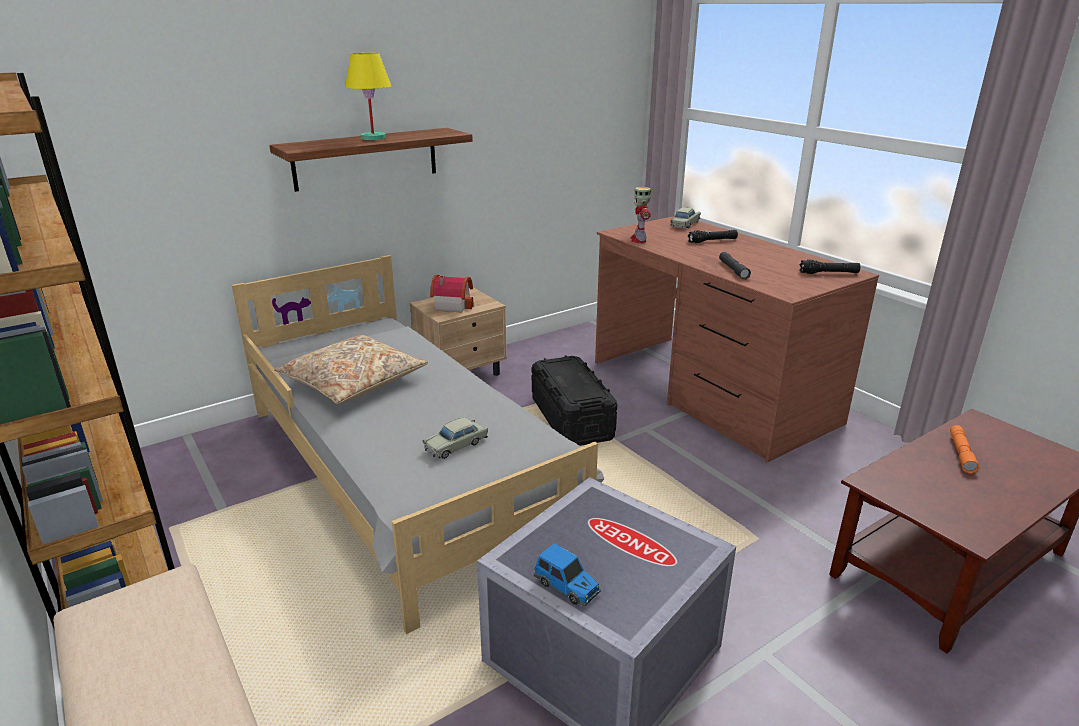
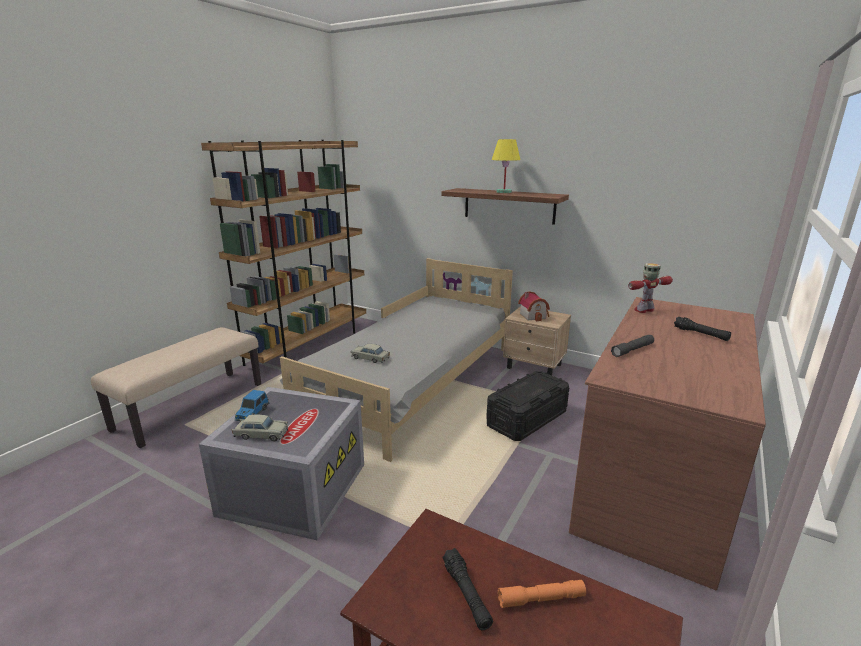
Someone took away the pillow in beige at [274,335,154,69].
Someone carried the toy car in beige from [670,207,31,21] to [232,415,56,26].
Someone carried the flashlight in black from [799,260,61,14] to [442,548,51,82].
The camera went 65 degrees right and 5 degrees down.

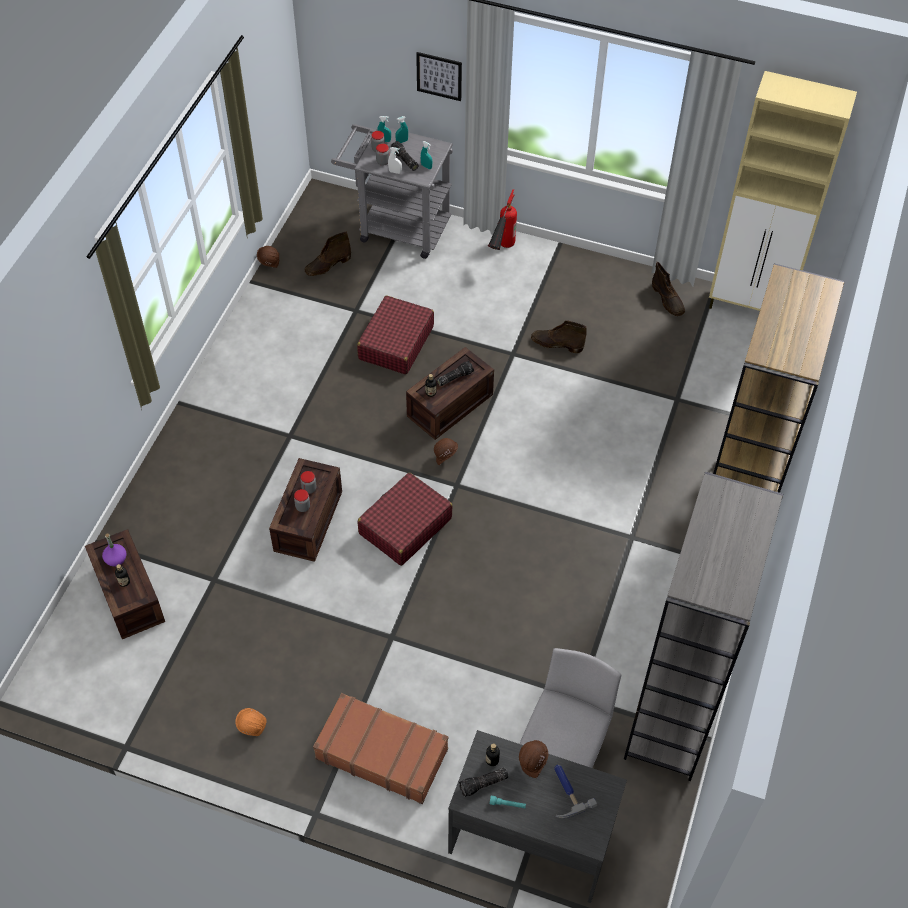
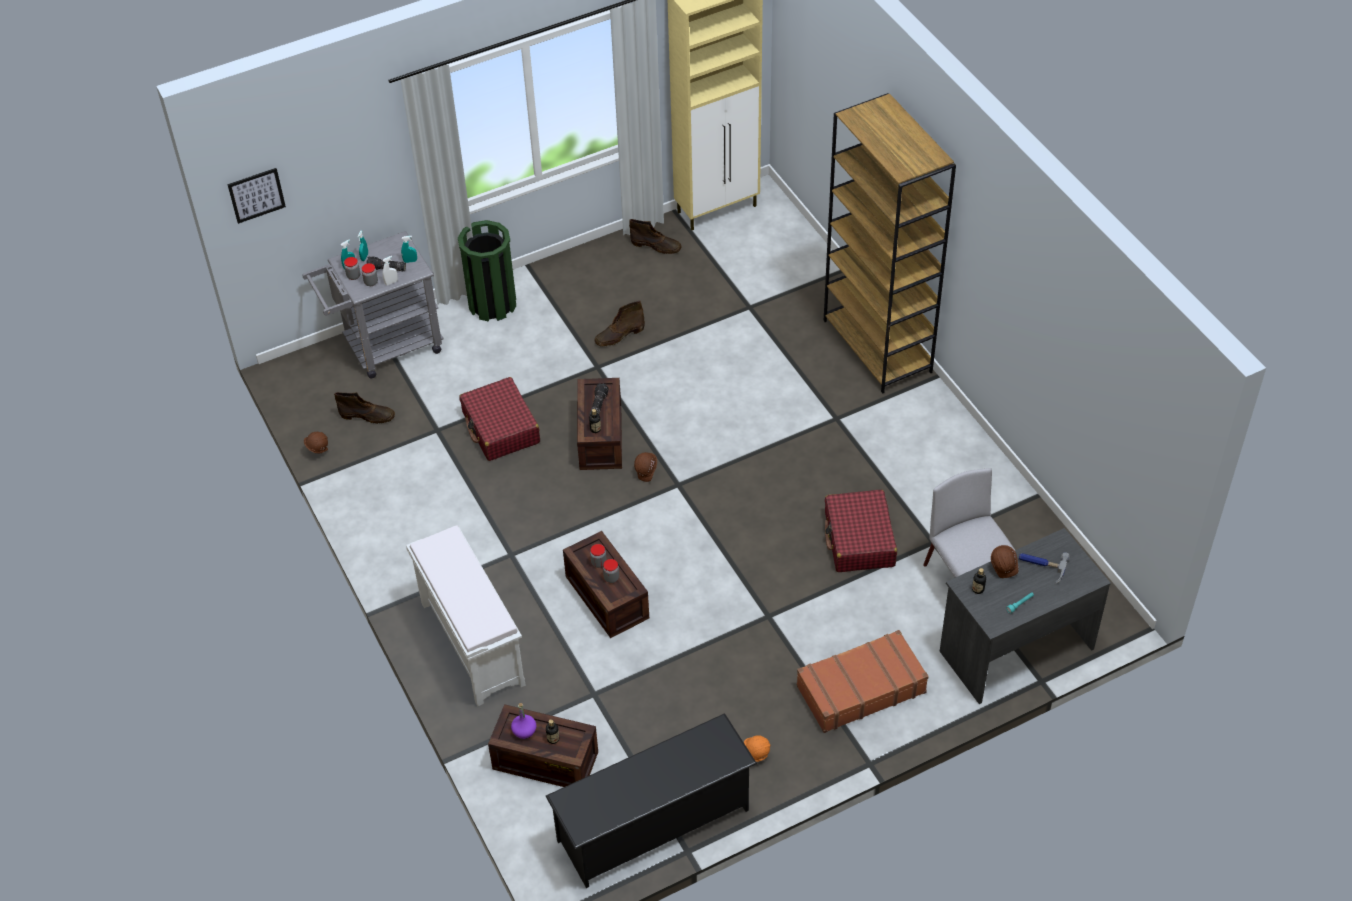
Someone took away the flashlight at [459,768,50,29].
Someone took away the bookcase in grey at [624,472,159,309].
Someone put down the bench in white at [406,525,120,181].
Someone put down the shoe rack in black at [546,713,211,175].
Someone carried the suitcase in red from [358,472,95,94] to [825,490,72,82].
Someone carried the picture from [416,52,46,49] to [227,168,59,56].
Someone swapped the fire extinguisher at [488,189,29,61] for the trash can in green at [458,220,58,101].
Someone rotated the boot in brown at [305,232,46,44] by 90 degrees counterclockwise.
The camera went 45 degrees left and 5 degrees down.

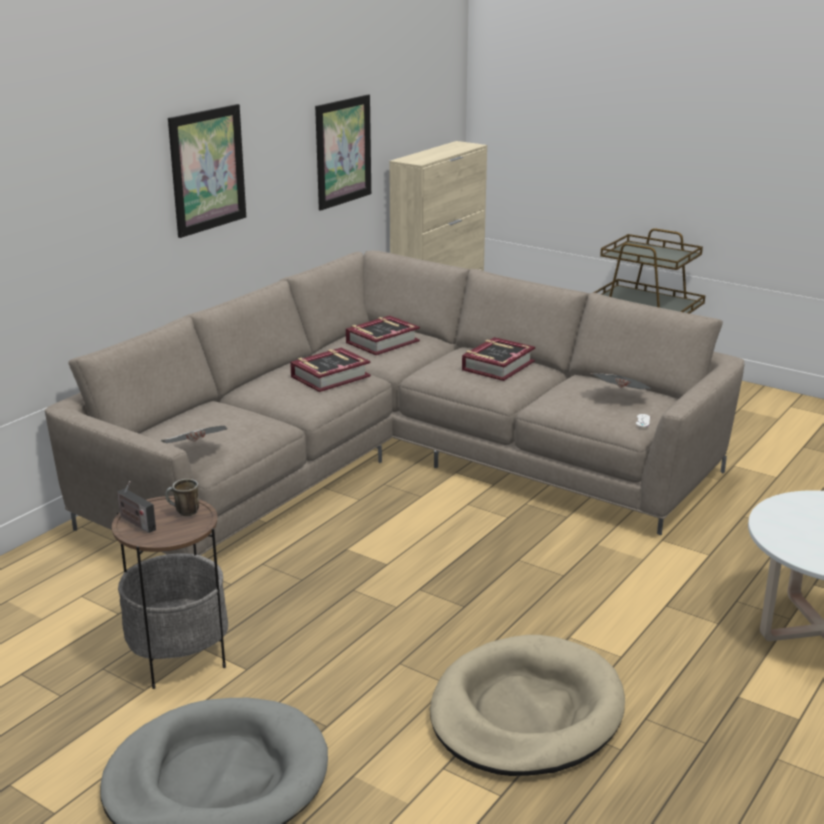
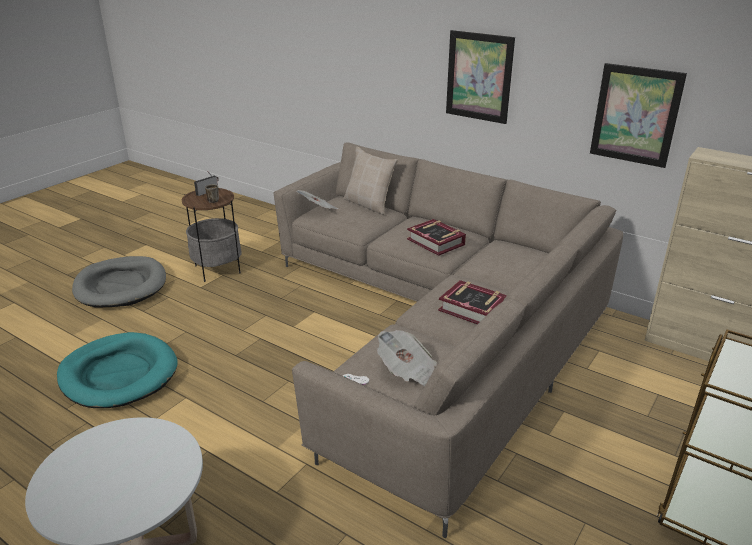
Someone took away the book at [346,316,74,39].
Someone put down the pillow in beige at [343,146,55,69].
Someone repainted the dog bed in beige at [430,635,195,141], which became the dog bed in turquoise at [57,332,121,76].
The camera went 90 degrees right and 5 degrees up.

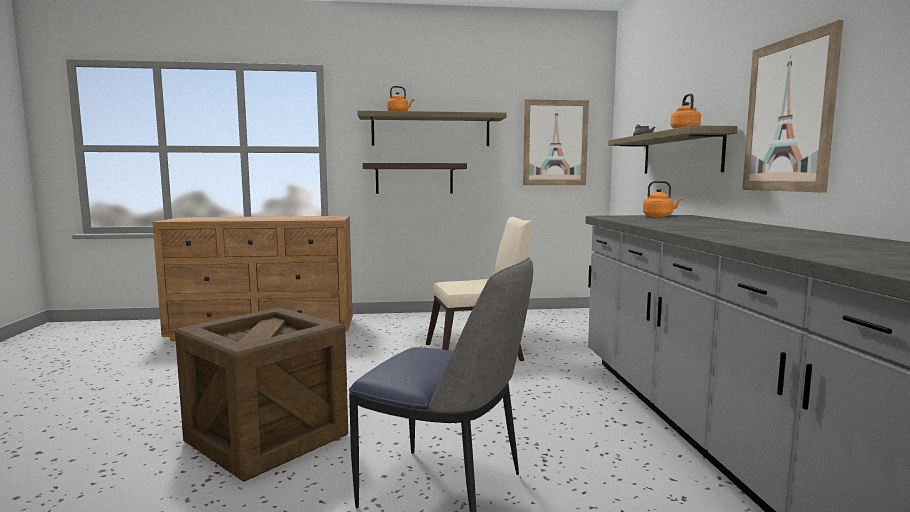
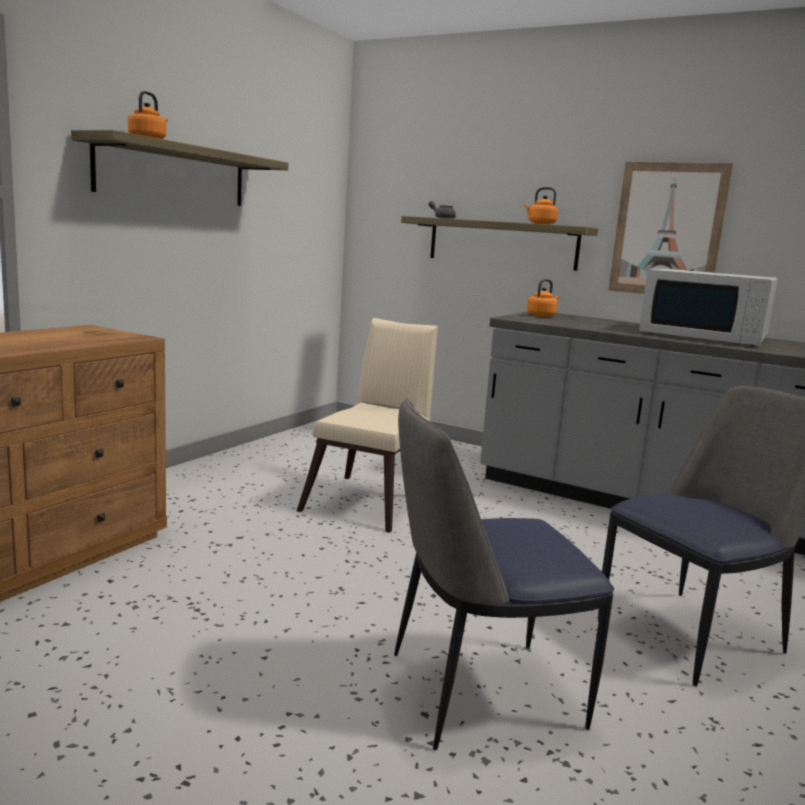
Someone took away the shelf at [363,163,104,31].
Someone took away the picture at [523,99,66,86].
Someone put down the microwave in white at [639,269,139,77].
Someone swapped the crate at [175,307,173,175] for the chair at [394,399,220,351].
The camera went 55 degrees left and 5 degrees up.

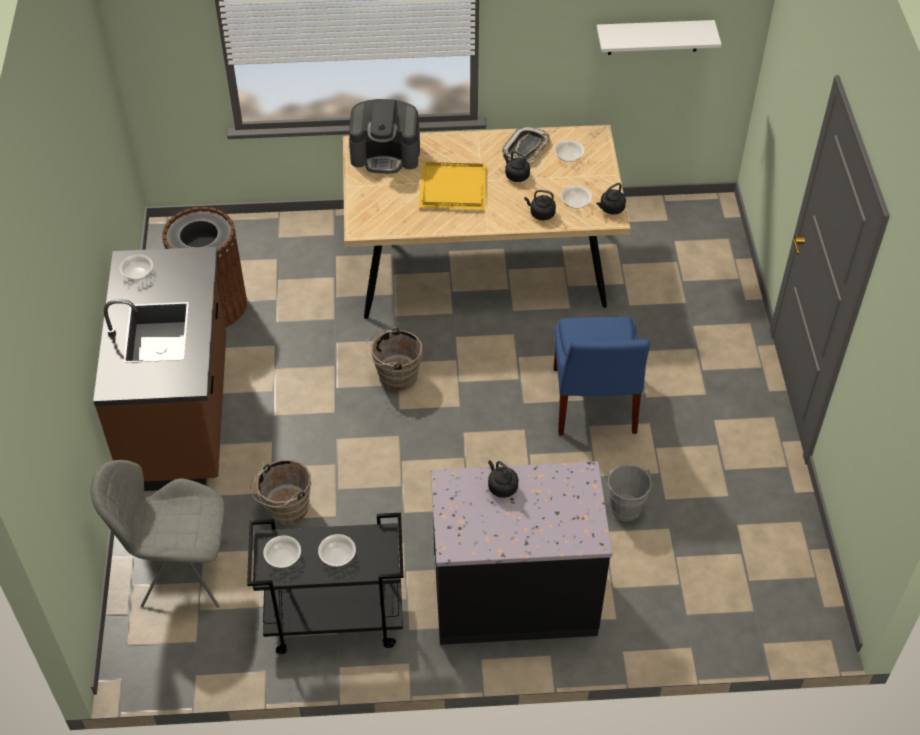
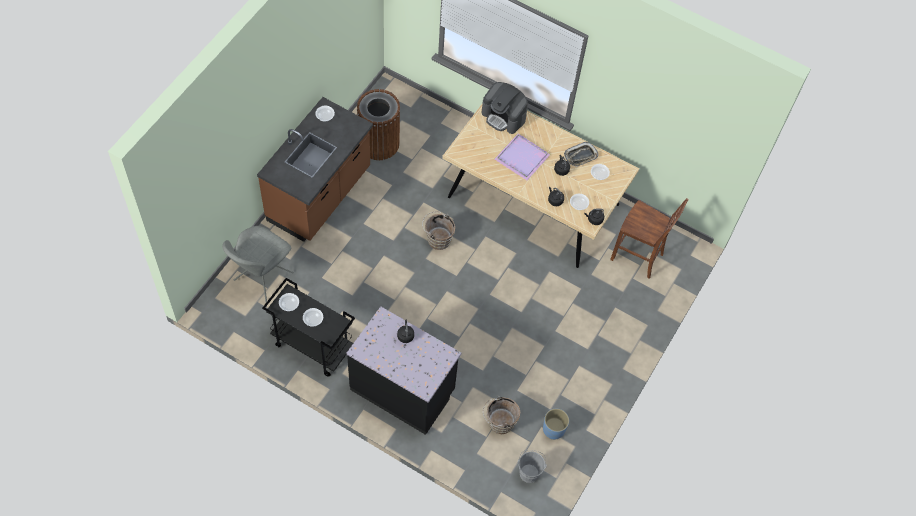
Someone took away the chair in blue at [553,317,97,118].
Someone took away the shelf in white at [597,20,125,35].
Someone put down the planter in blue at [543,409,26,31].
Someone put down the chair in brown at [610,198,78,80].
Someone carried the bucket in brown from [250,459,61,66] to [483,396,37,38].
Someone carried the bucket in grey from [603,465,49,56] to [518,450,29,33].
Someone repainted the tray in yellow at [419,162,68,48], which became the tray in purple at [495,133,55,47].
Someone rotated the chair in grey at [91,460,137,148] by 90 degrees counterclockwise.
The camera went 30 degrees right and 10 degrees up.

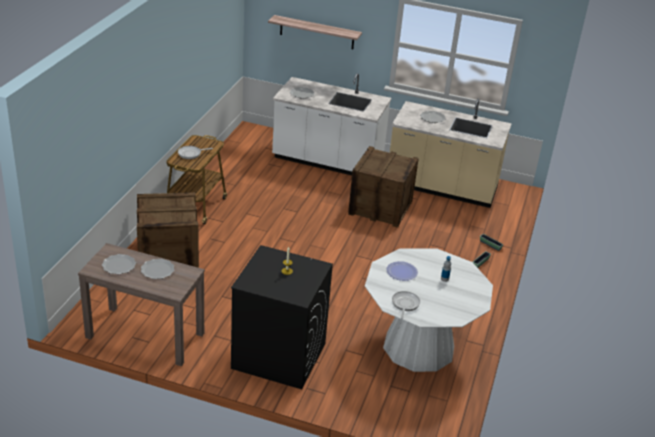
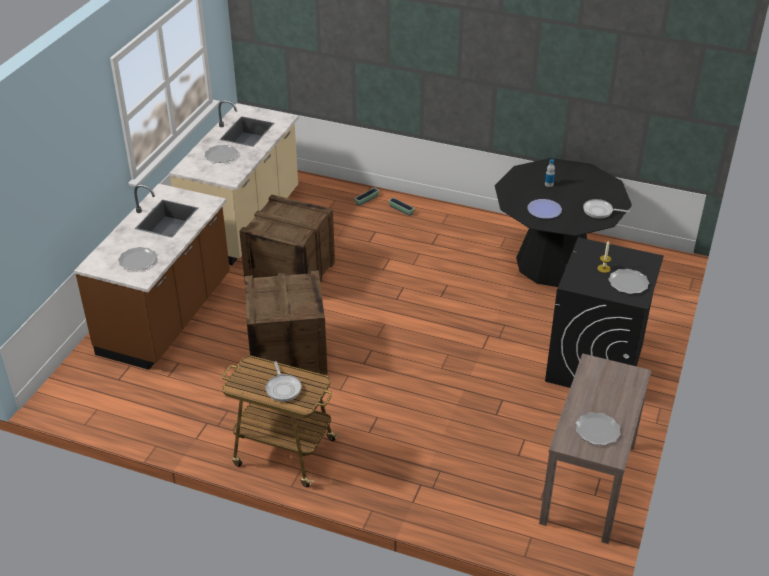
Someone took away the shelf at [268,15,94,34].
Someone carried the crate from [137,192,62,76] to [245,270,83,105].
Someone carried the plate from [141,259,33,20] to [609,269,40,25].
Someone repainted the counter in white at [272,73,119,102], which became the counter in brown at [74,184,156,186].
Someone repainted the dining table in white at [365,249,128,123], which became the dining table in black at [495,158,137,129].
The camera went 85 degrees left and 5 degrees up.

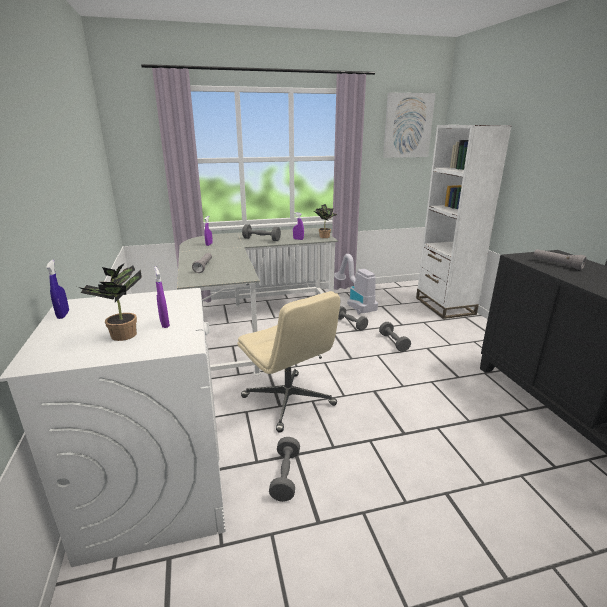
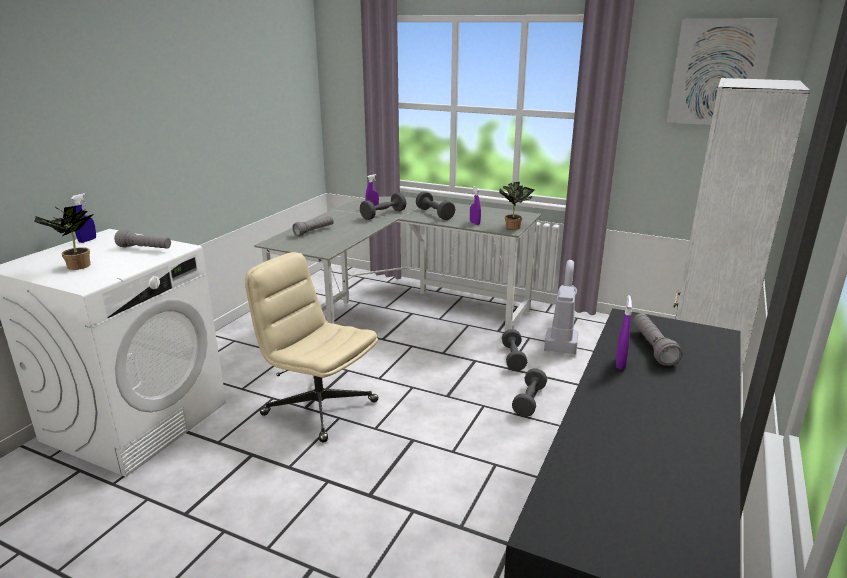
Someone put down the flashlight in grey at [114,229,57,20].
Someone carried the spray bottle in purple from [154,266,16,62] to [616,295,16,75].
Someone carried the dumbbell in grey from [269,437,31,65] to [360,193,46,27].
Someone rotated the office chair in beige at [237,291,103,142] by 120 degrees clockwise.
The camera went 40 degrees right and 0 degrees up.

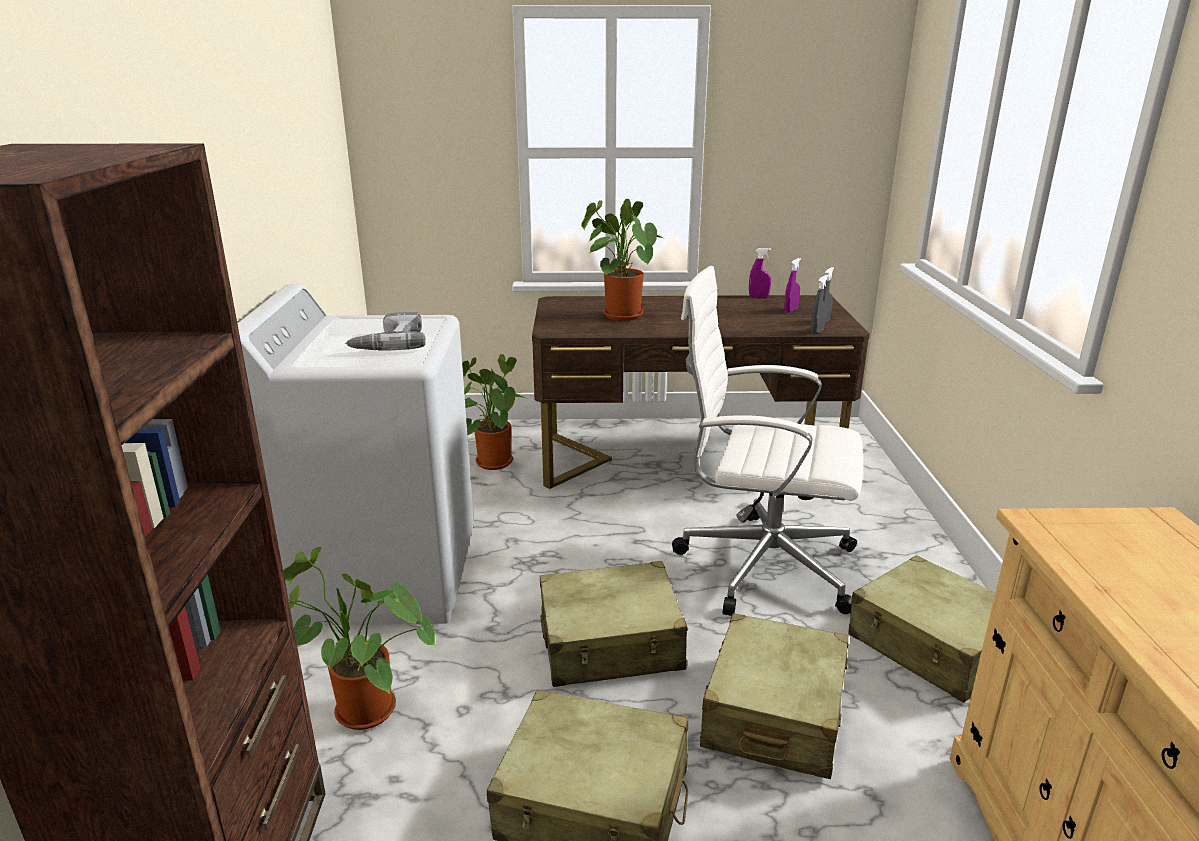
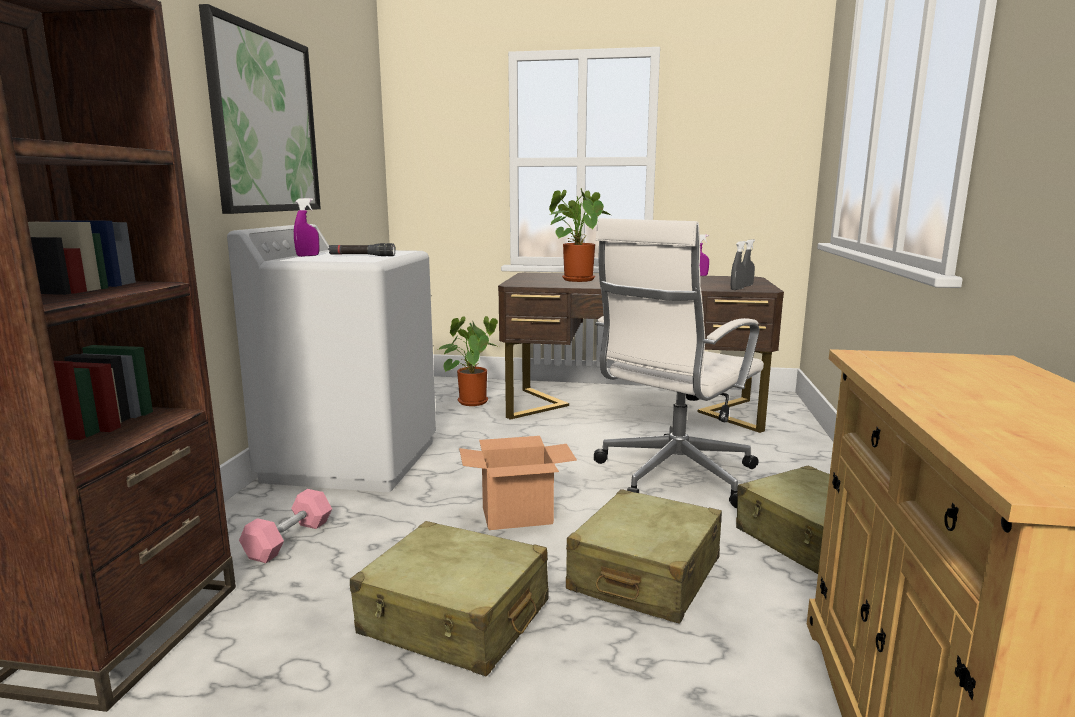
Someone put up the picture at [199,4,122,210].
Someone carried the spray bottle in purple from [784,258,17,54] to [294,198,25,59].
Someone swapped the potted plant at [283,547,153,183] for the dumbbell in pink at [239,489,93,74].
Someone swapped the power drill at [345,312,81,39] for the flashlight in black at [328,243,67,13].
Someone swapped the suitcase in beige at [540,561,148,126] for the cardboard box at [459,436,118,94].
Someone rotated the office chair in white at [672,266,191,350] by 75 degrees counterclockwise.
The camera went 10 degrees right and 10 degrees down.

